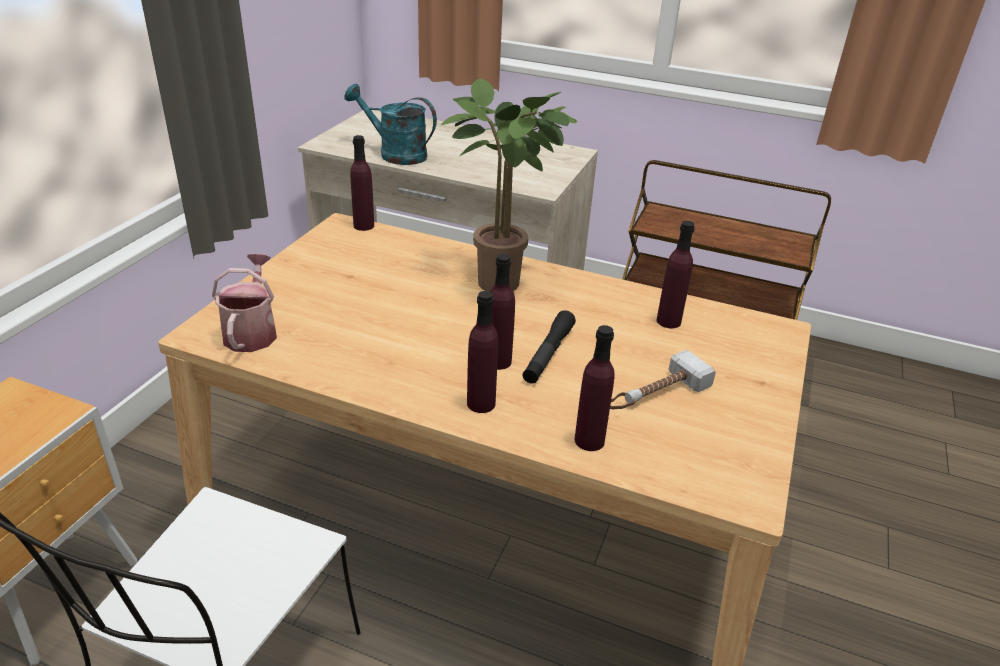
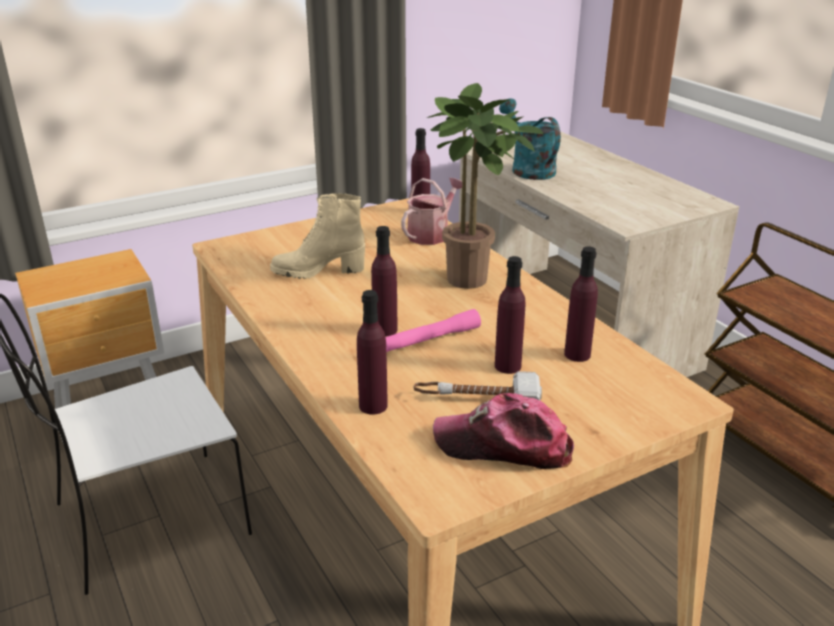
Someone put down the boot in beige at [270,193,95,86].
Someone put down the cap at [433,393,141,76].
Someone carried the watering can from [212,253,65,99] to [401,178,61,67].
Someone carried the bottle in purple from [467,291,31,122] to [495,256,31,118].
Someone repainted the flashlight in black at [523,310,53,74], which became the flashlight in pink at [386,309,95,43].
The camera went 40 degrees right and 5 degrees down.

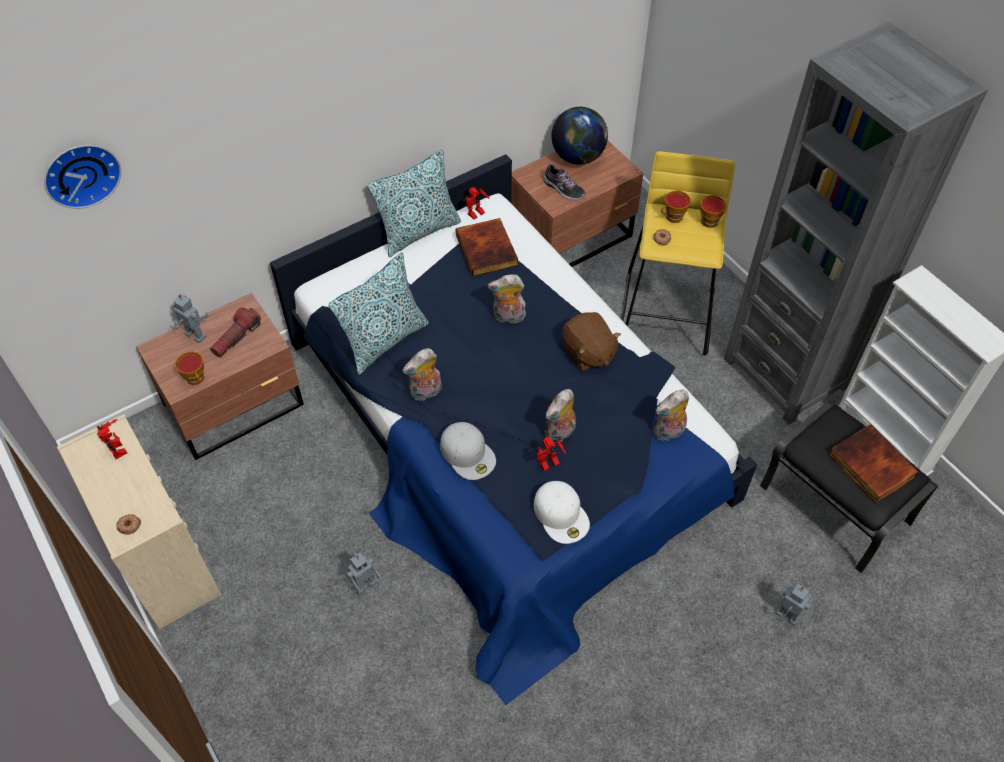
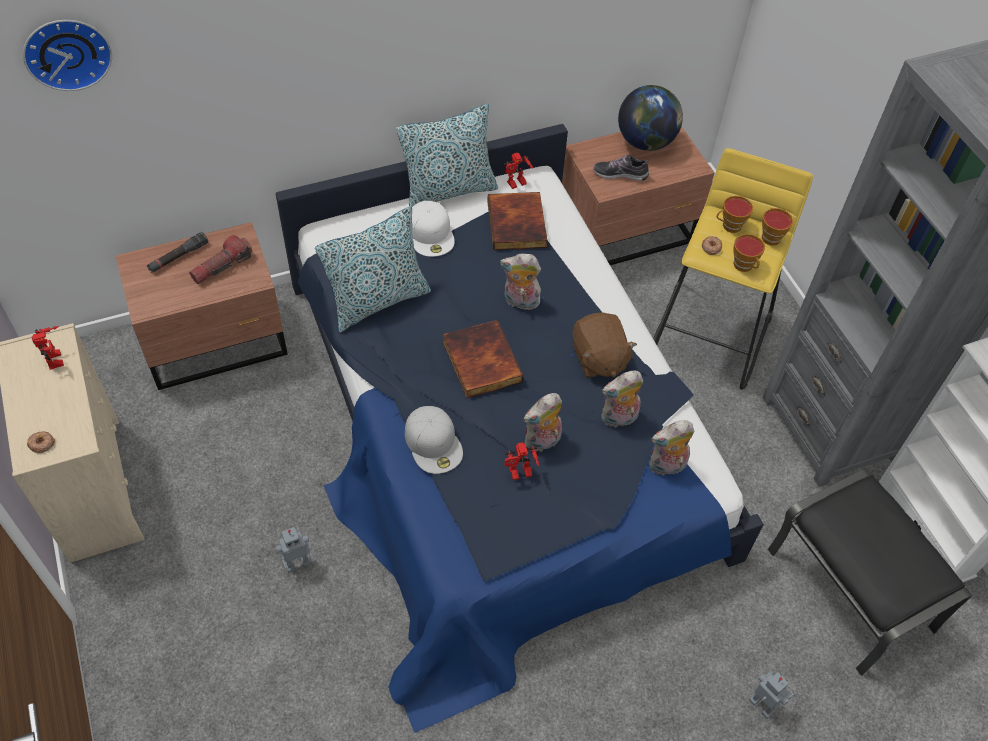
Someone carried the cup from [175,351,29,34] to [733,234,32,38].
Someone carried the plush toy from [402,348,40,53] to [601,370,42,58].
Someone carried the cap in white from [534,481,56,63] to [412,201,43,56].
Someone carried the book from [829,424,90,79] to [443,320,80,78].
Someone swapped the toy robot at [174,294,35,49] for the flashlight in black at [147,232,61,41].
Someone rotated the shoe at [543,162,43,38] by 135 degrees clockwise.
The camera went 10 degrees right and 0 degrees up.

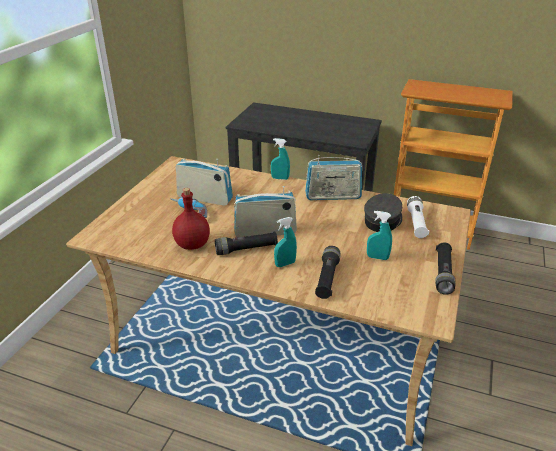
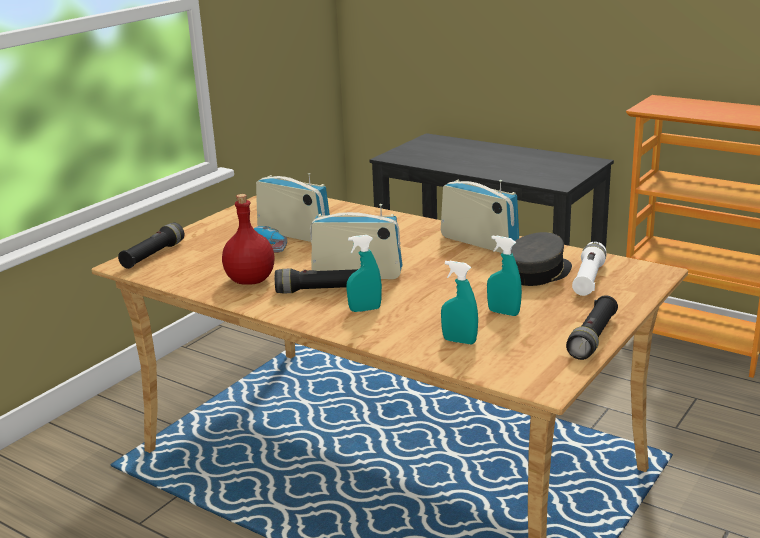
Someone carried the spray bottle in turquoise from [271,138,19,42] to [441,261,37,83].
Someone carried the flashlight in black from [315,246,25,53] to [118,222,66,47].
Someone rotated the radio at [305,155,57,45] by 150 degrees counterclockwise.
The camera went 15 degrees right and 10 degrees down.

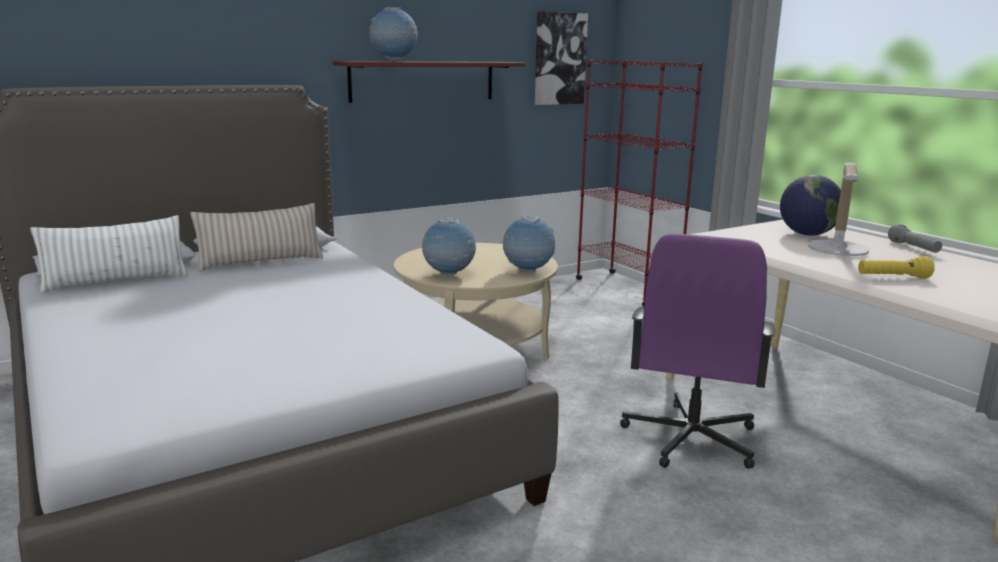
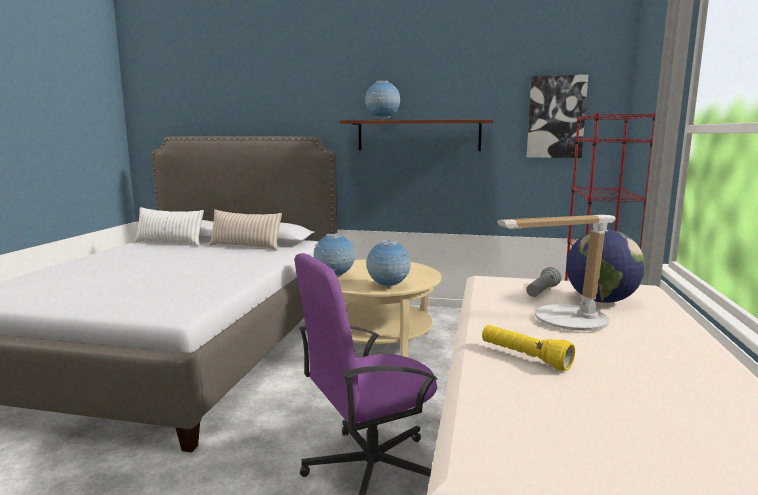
Someone carried the flashlight in grey from [888,224,54,29] to [526,267,36,30].
The camera went 45 degrees right and 5 degrees down.

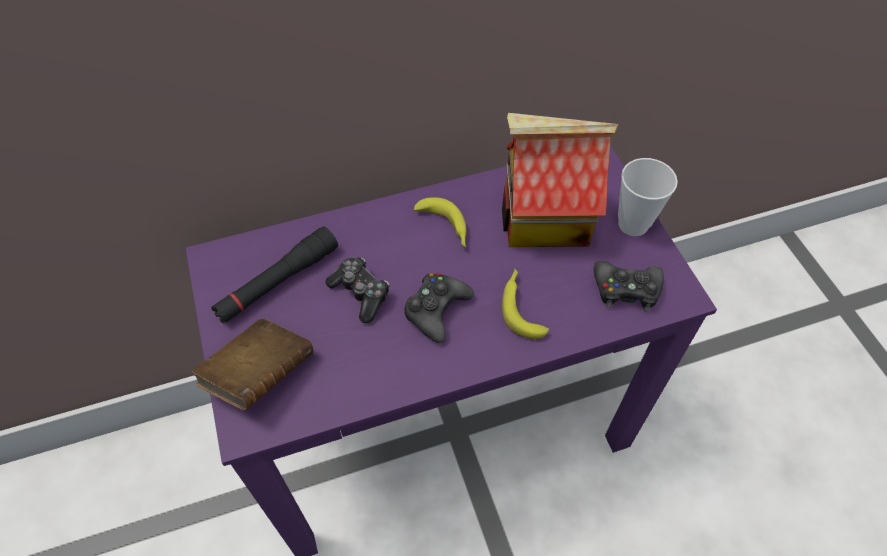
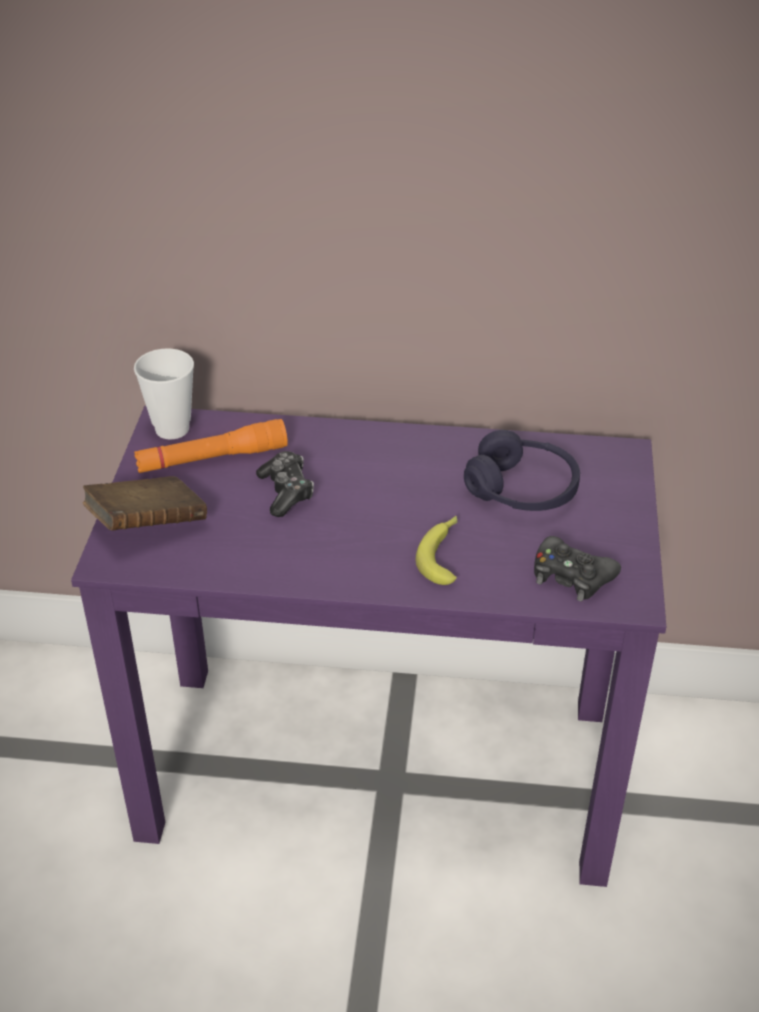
Someone took away the game controller in black at [404,273,70,70].
Someone took away the banana at [414,197,52,50].
Someone carried the cup from [618,158,60,78] to [134,348,60,91].
Someone swapped the toy house at [502,113,116,134] for the headphones in purple at [464,430,116,81].
Someone repainted the flashlight in black at [211,226,127,98], which became the flashlight in orange at [134,419,154,54].
The camera went 25 degrees right and 15 degrees down.

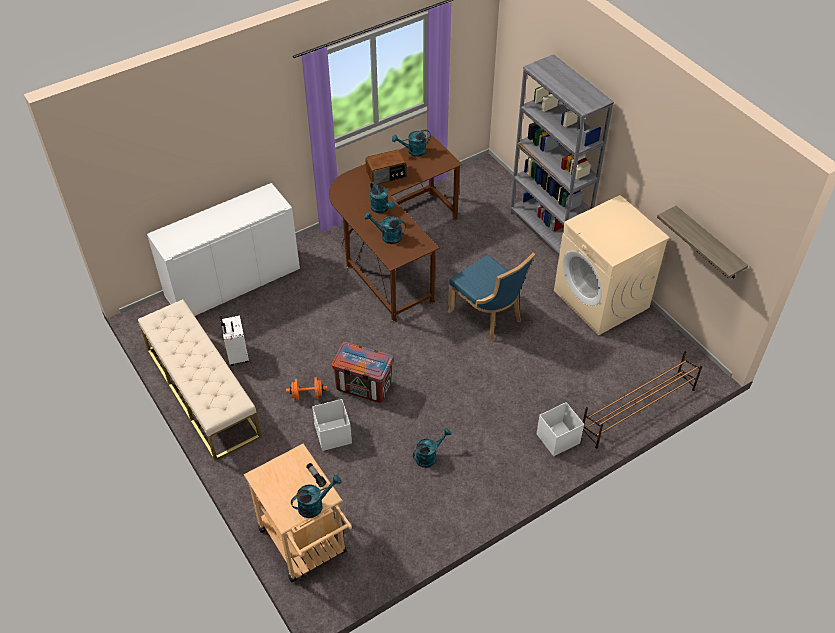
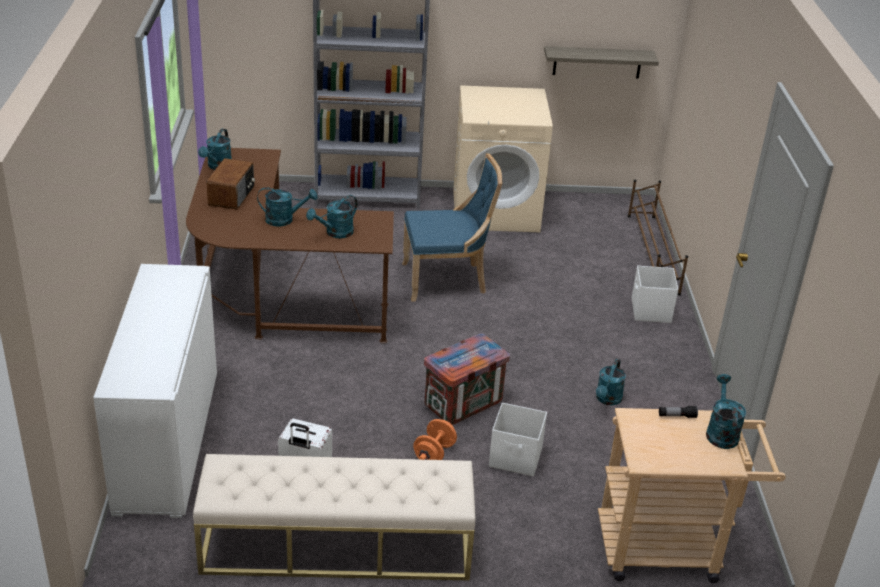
Someone rotated the watering can in turquoise at [413,428,39,40] by 150 degrees counterclockwise.
The camera went 60 degrees left and 15 degrees down.

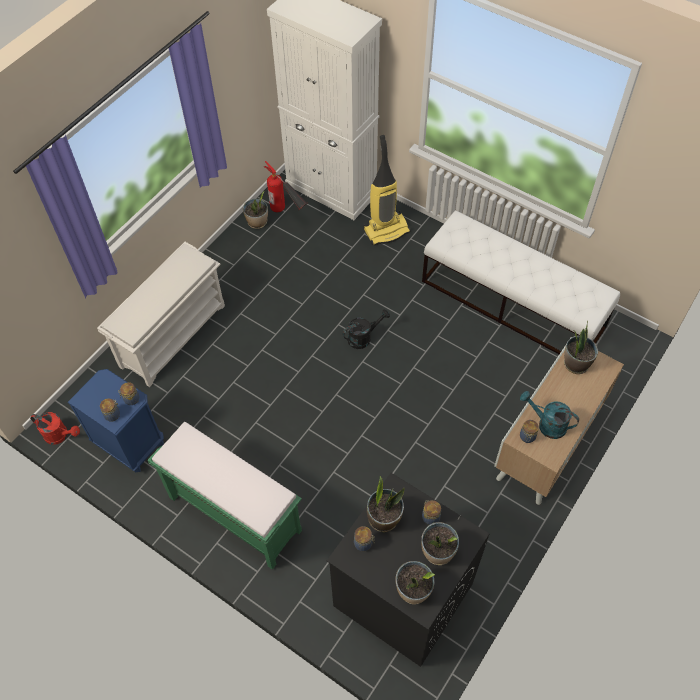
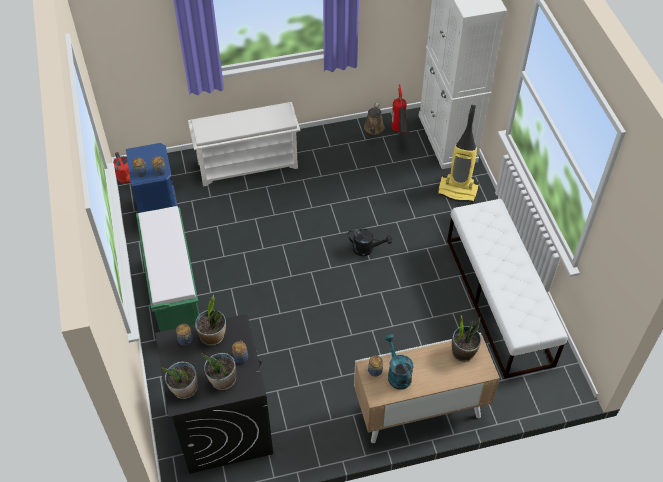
Someone swapped the potted plant at [243,191,25,38] for the watering can in brown at [364,103,21,32].
The camera went 40 degrees right and 5 degrees down.

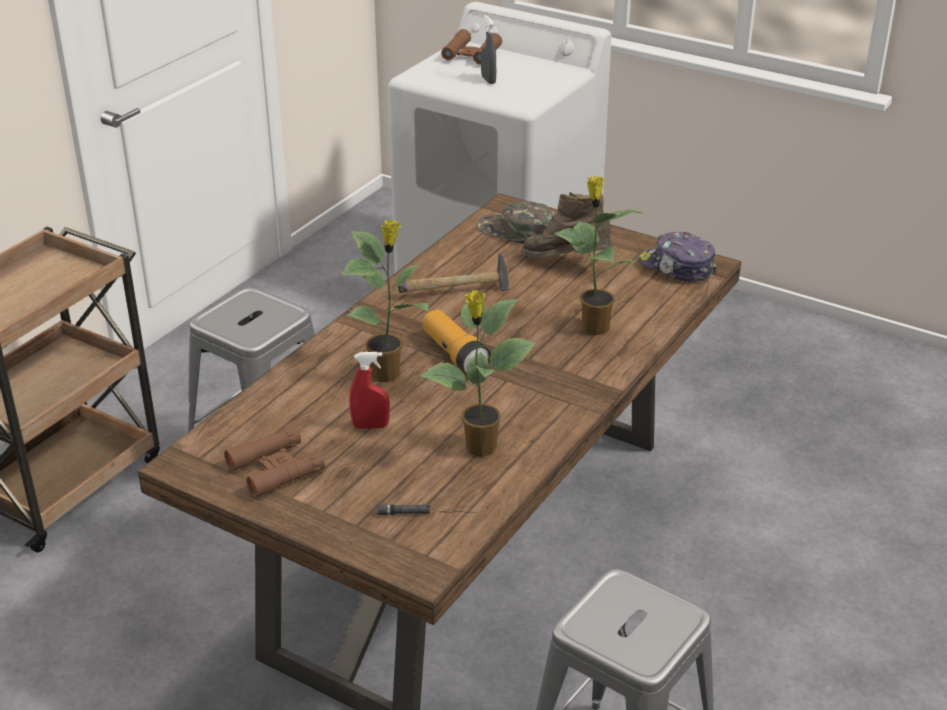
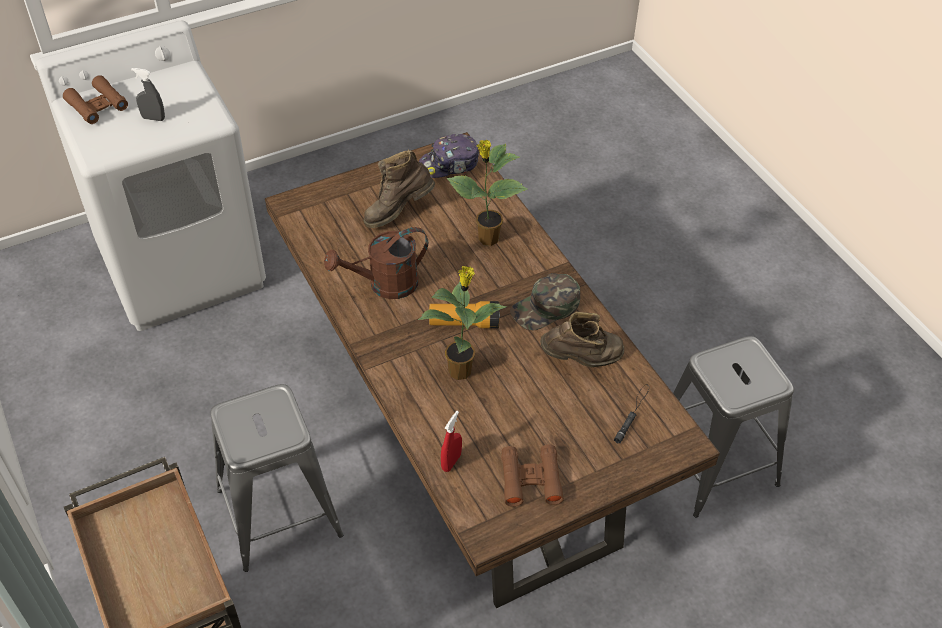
Someone carried the spray bottle in red from [350,352,40,77] to [441,411,21,61].
Someone carried the cap in green from [478,201,77,43] to [510,273,70,57].
Someone swapped the hammer at [398,253,112,40] for the watering can in brown at [324,227,104,72].
Someone swapped the potted plant at [419,290,117,167] for the boot in brown at [540,312,84,55].
The camera went 60 degrees left and 15 degrees up.

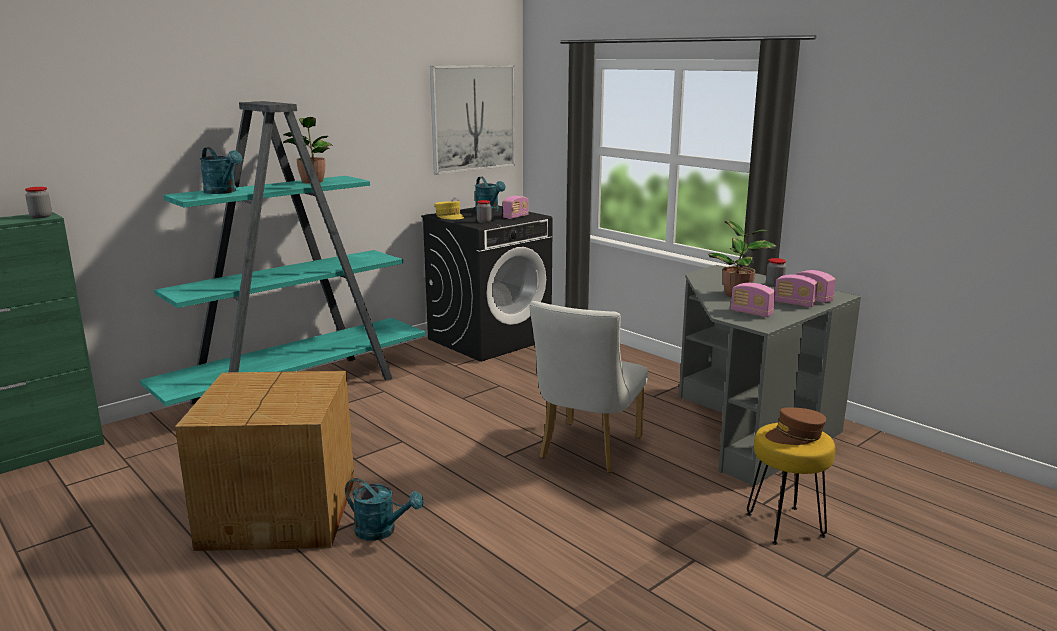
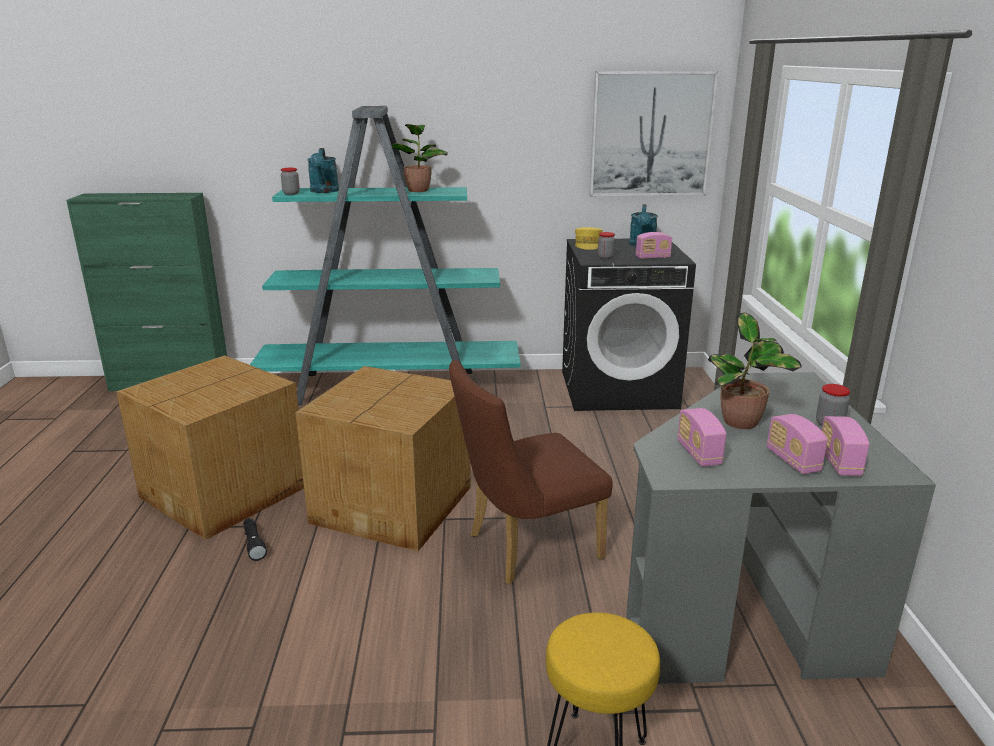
Someone took away the cap in brown at [765,407,61,38].
Someone put down the cardboard box at [295,366,176,185].
Someone carried the jar from [25,187,27,31] to [281,168,19,27].
Someone swapped the watering can in turquoise at [345,478,79,63] for the flashlight in black at [243,518,24,43].
Someone repainted the chair in white at [530,301,118,172], which became the chair in brown at [449,360,164,224].
The camera went 40 degrees right and 5 degrees up.

